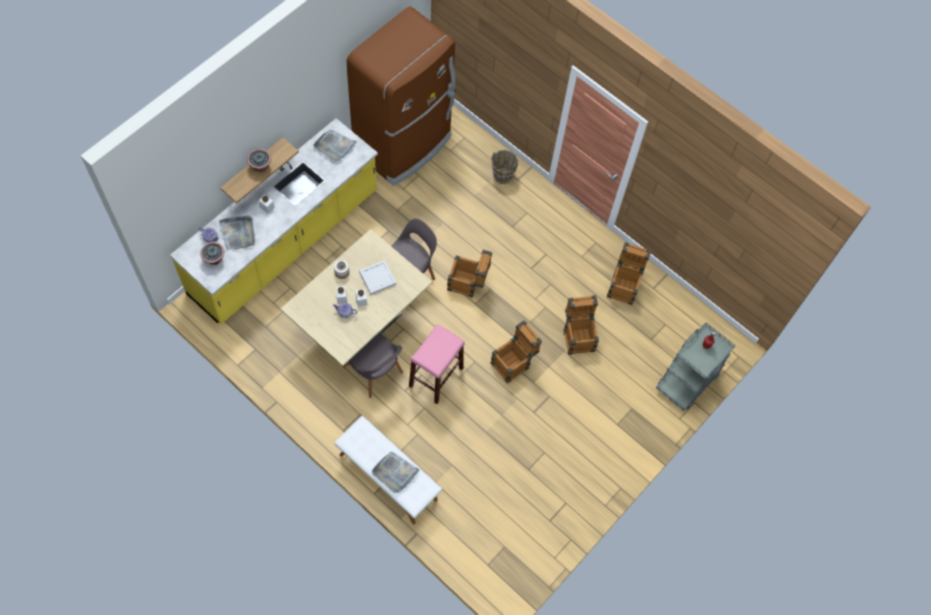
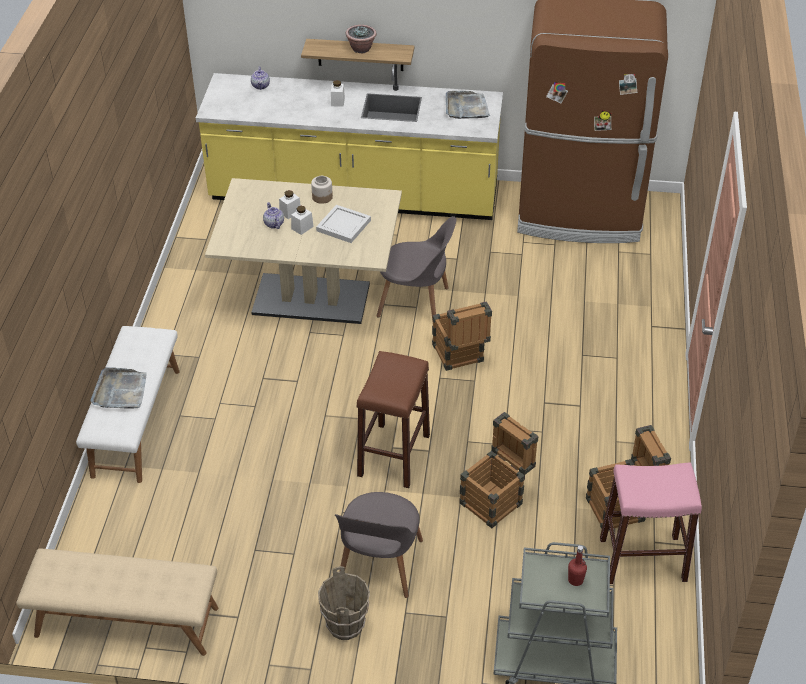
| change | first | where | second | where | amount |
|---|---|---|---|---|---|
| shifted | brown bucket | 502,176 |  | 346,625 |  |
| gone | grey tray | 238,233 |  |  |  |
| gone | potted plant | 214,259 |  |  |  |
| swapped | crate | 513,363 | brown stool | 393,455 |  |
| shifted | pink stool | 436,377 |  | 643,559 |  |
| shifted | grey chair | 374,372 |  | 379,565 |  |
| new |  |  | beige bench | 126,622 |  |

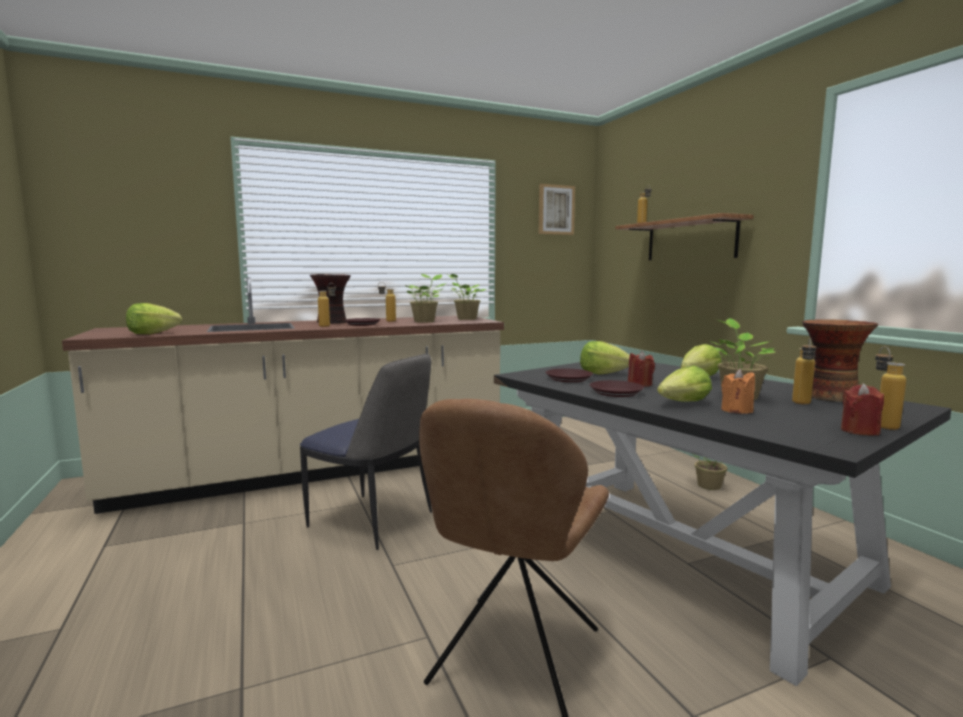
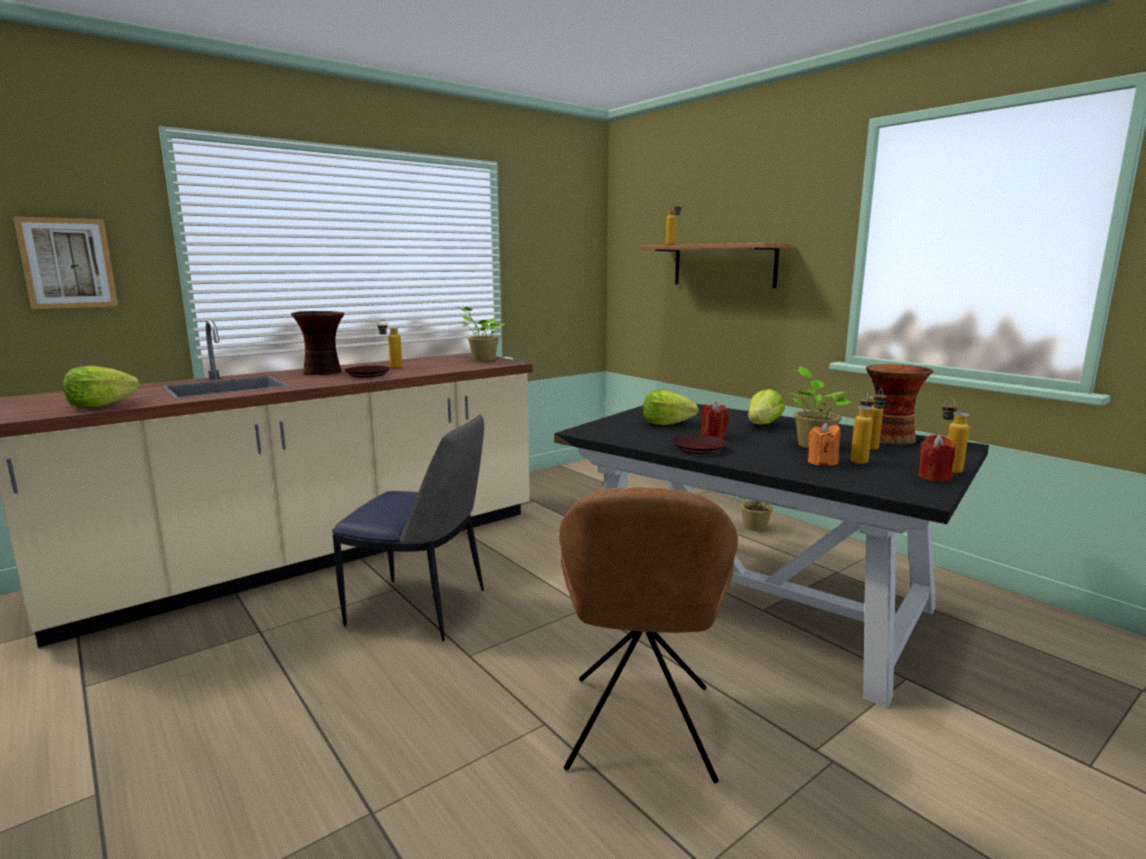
| change | first | where | second | where | amount |
|---|---|---|---|---|---|
| shifted | picture | 555,210 |  | 67,263 |  |
| gone | potted plant | 425,321 |  |  |  |
| shifted | bottle | 328,326 |  | 859,460 |  |
| gone | lettuce | 684,403 |  |  |  |
| gone | brown plate | 568,379 |  |  |  |

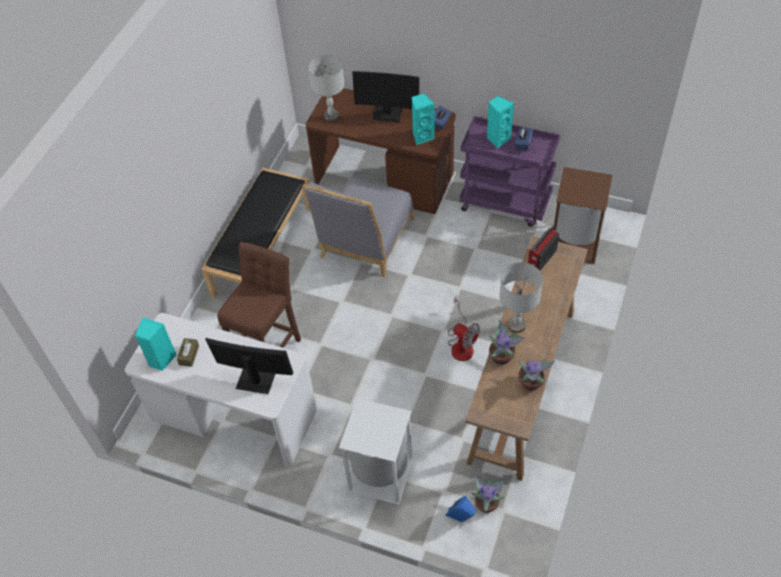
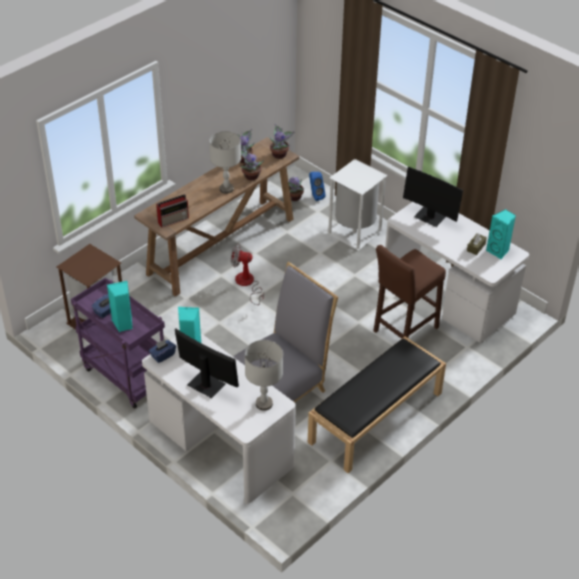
| change | first | where | second | where | amount |
|---|---|---|---|---|---|
| repainted | brown desk | 385,179 | white desk | 219,444 |  |
| rotated | fan | 461,344 |  | 247,284 | 45 degrees counterclockwise |
| new |  |  | potted plant | 280,154 |  |

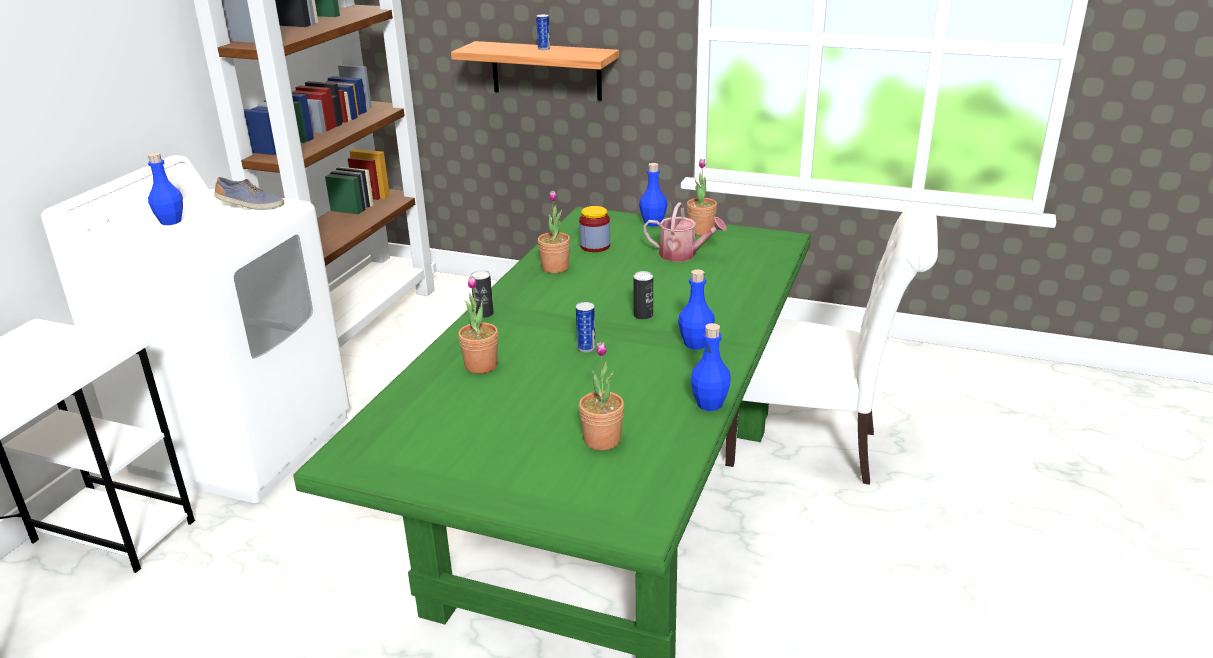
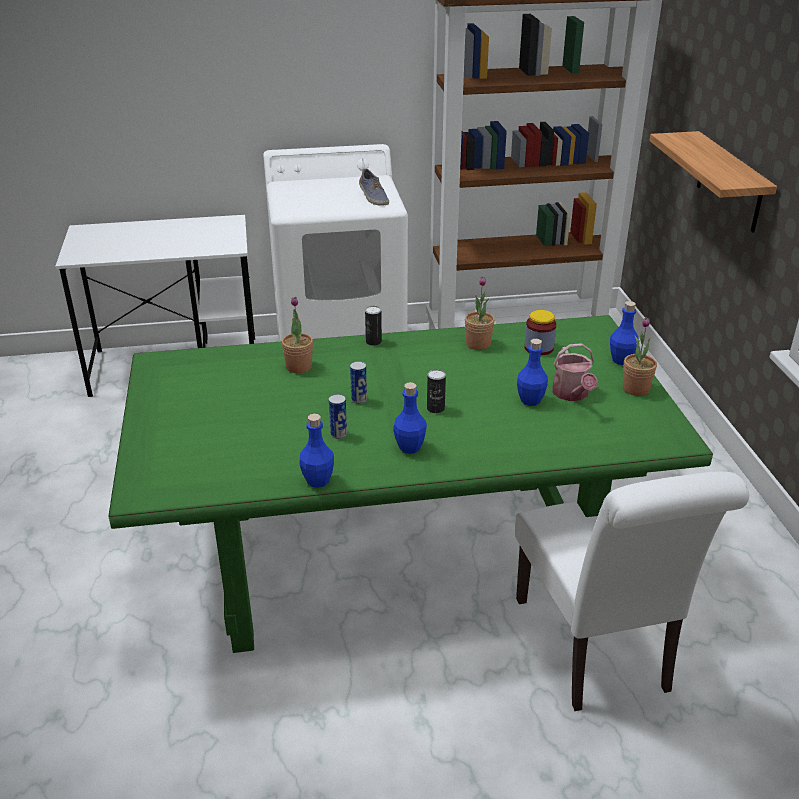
| change | first | where | second | where | amount |
|---|---|---|---|---|---|
| shifted | can | 544,49 |  | 338,434 |  |
| shifted | blue bottle | 171,221 |  | 530,400 |  |
| gone | potted plant | 602,440 |  |  |  |

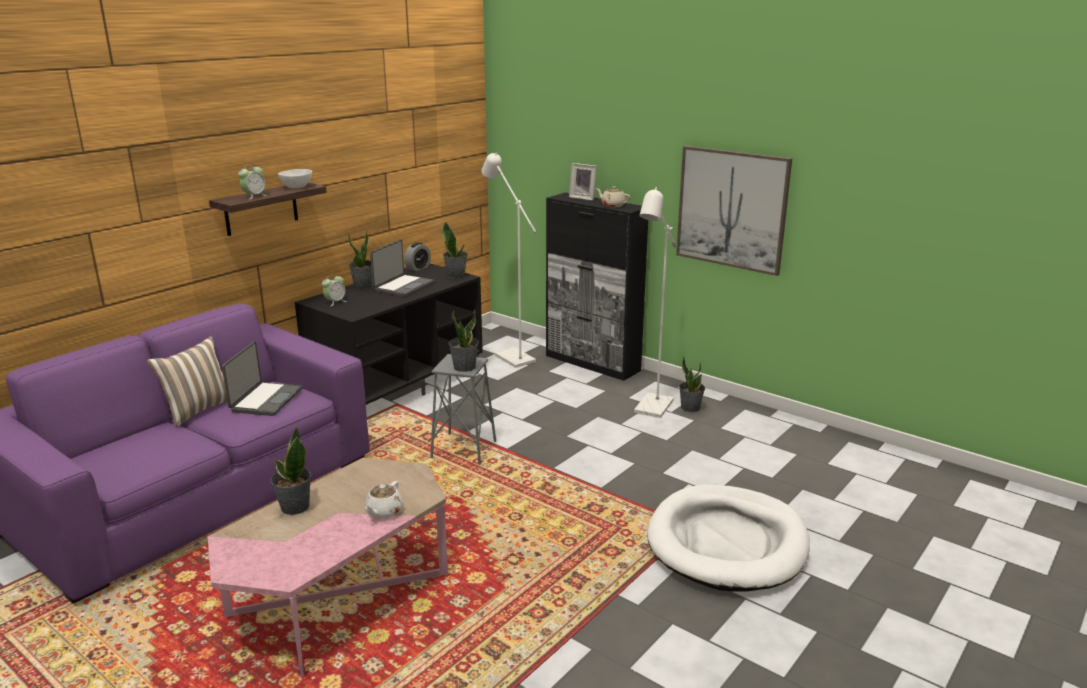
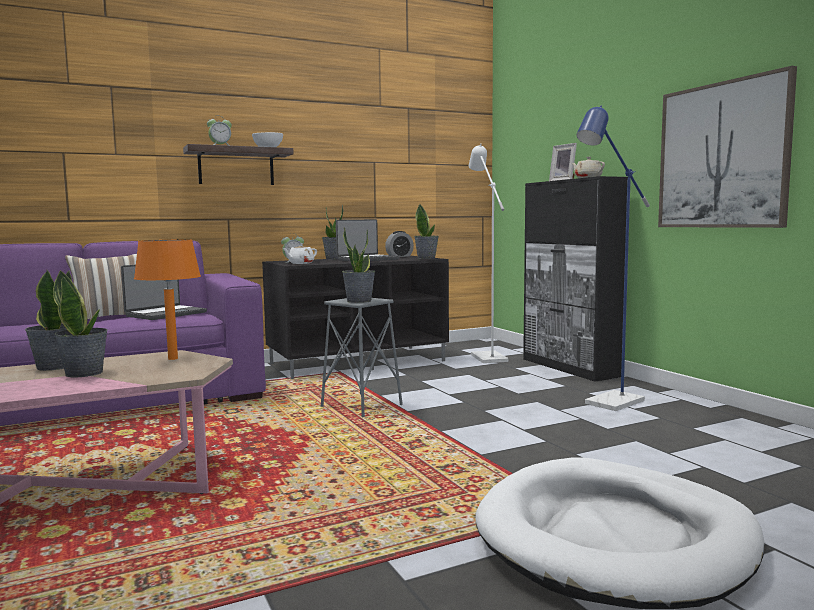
| change | first | where | second | where | amount |
|---|---|---|---|---|---|
| repainted | white floor lamp | 651,410 | blue floor lamp | 608,404 |  |
| shifted | potted plant | 690,408 |  | 85,373 |  |
| shifted | white teapot | 383,511 |  | 300,263 |  |
| new |  |  | orange table lamp | 172,358 |  |

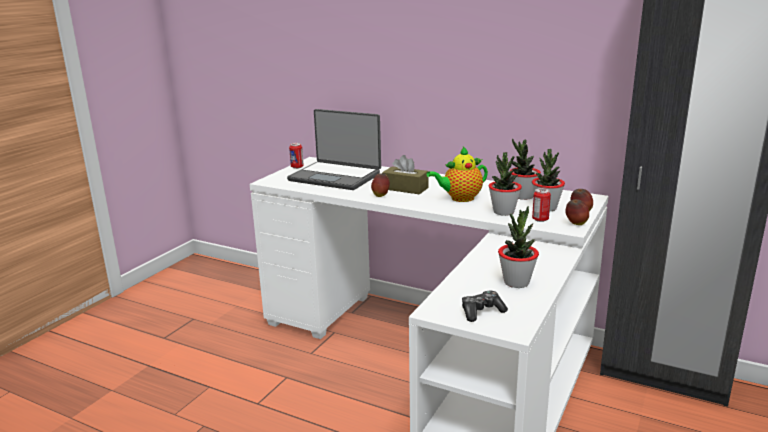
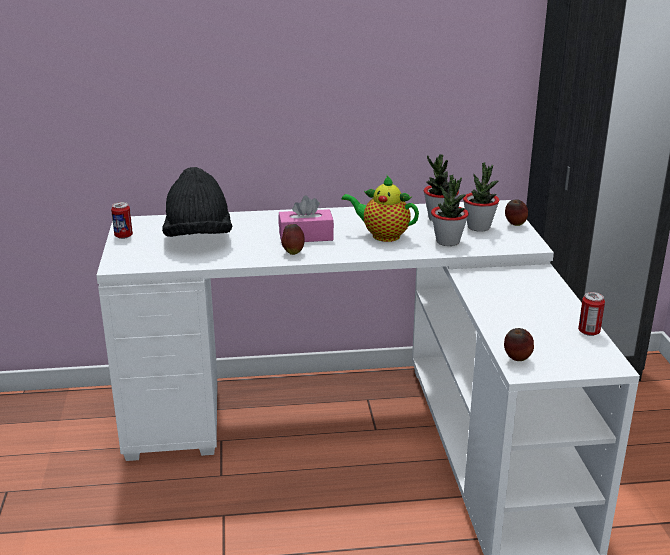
| change | first | where | second | where | amount |
|---|---|---|---|---|---|
| swapped | laptop | 336,177 | black hat | 198,239 |  |
| rotated | teapot | 460,198 |  | 382,236 | 75 degrees clockwise |
| repainted | brown tissue box | 405,188 | pink tissue box | 306,236 |  |
| shifted | can | 540,219 |  | 589,332 |  |
| shifted | apple | 576,224 |  | 516,360 |  |
| gone | potted plant | 516,282 |  |  |  |
| gone | game controller | 481,312 |  |  |  |

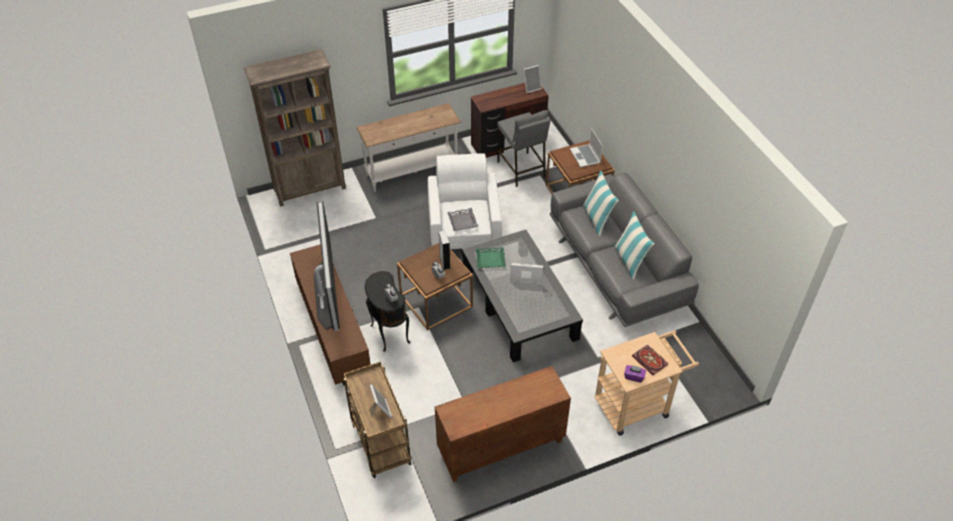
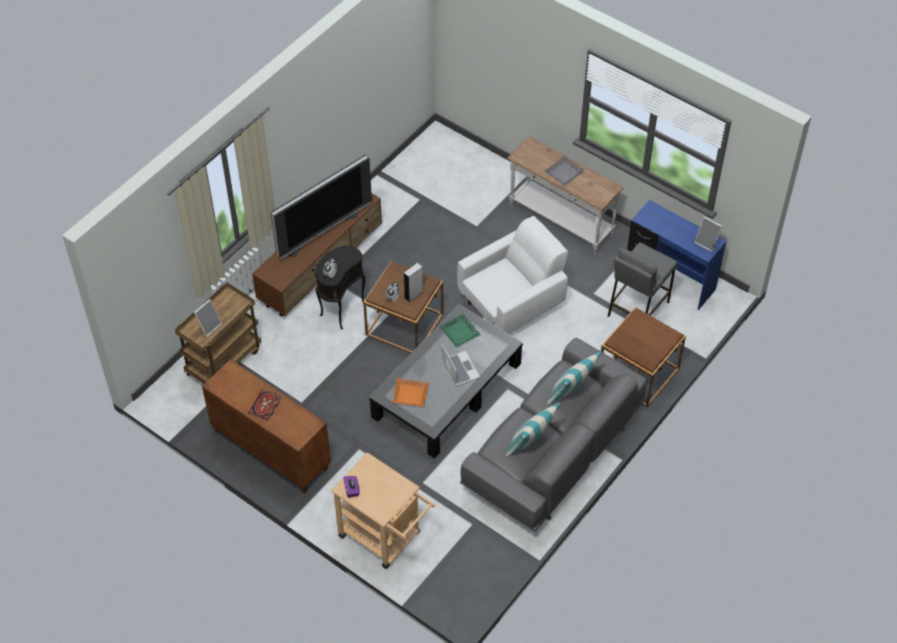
| change | first | where | second | where | amount |
|---|---|---|---|---|---|
| gone | brown bookcase | 310,189 |  |  |  |
| repainted | brown desk | 508,143 | blue desk | 669,279 |  |
| gone | laptop | 585,156 |  |  |  |
| shifted | grey tray | 463,221 |  | 564,173 |  |
| shifted | book | 650,361 |  | 265,406 |  |
| new |  |  | orange tray | 410,395 |  |

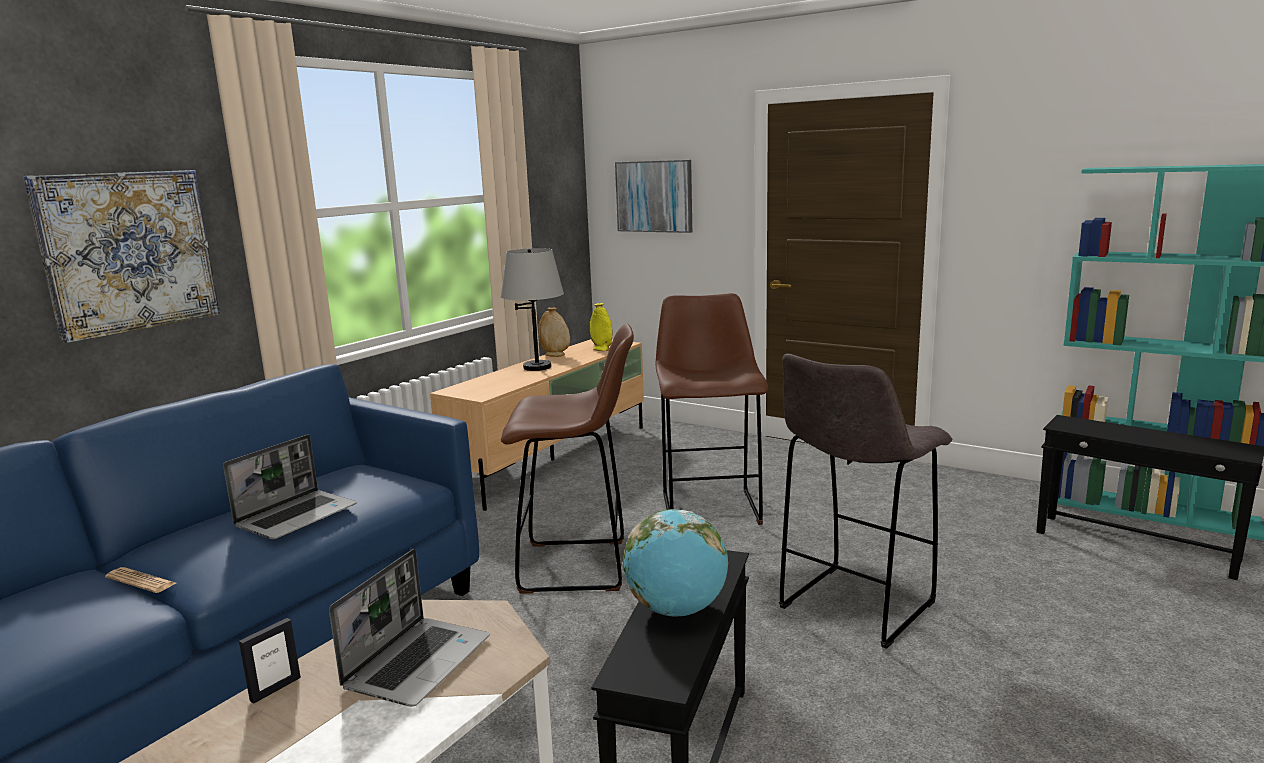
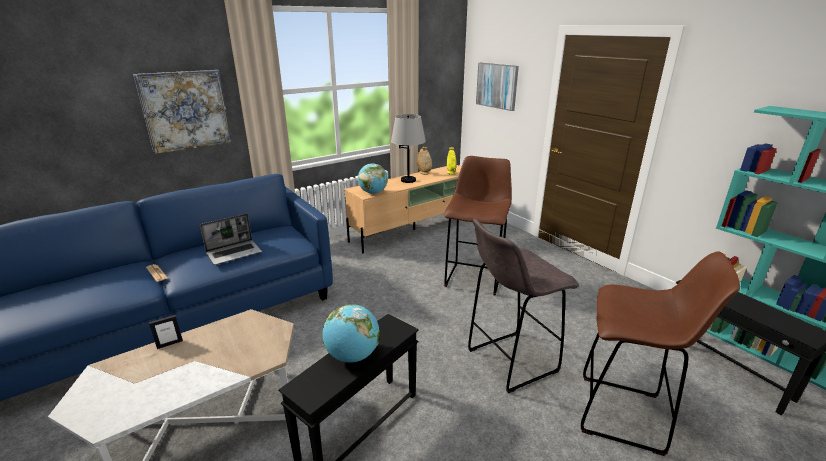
| change | first | where | second | where | amount |
|---|---|---|---|---|---|
| shifted | brown stool | 578,566 |  | 624,414 |  |
| gone | laptop | 418,662 |  |  |  |
| new |  |  | globe | 373,192 |  |

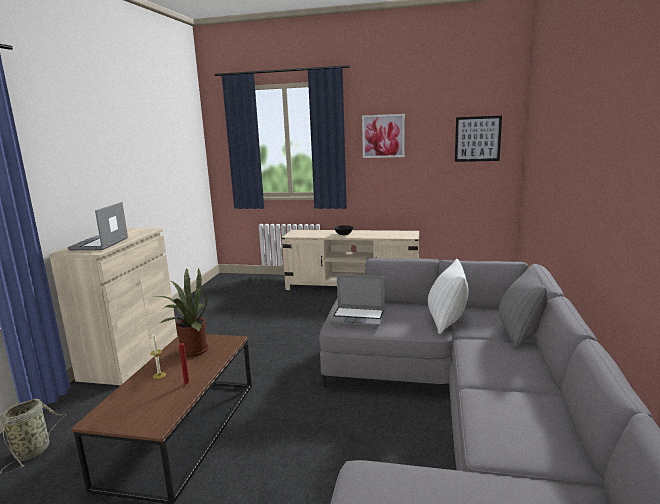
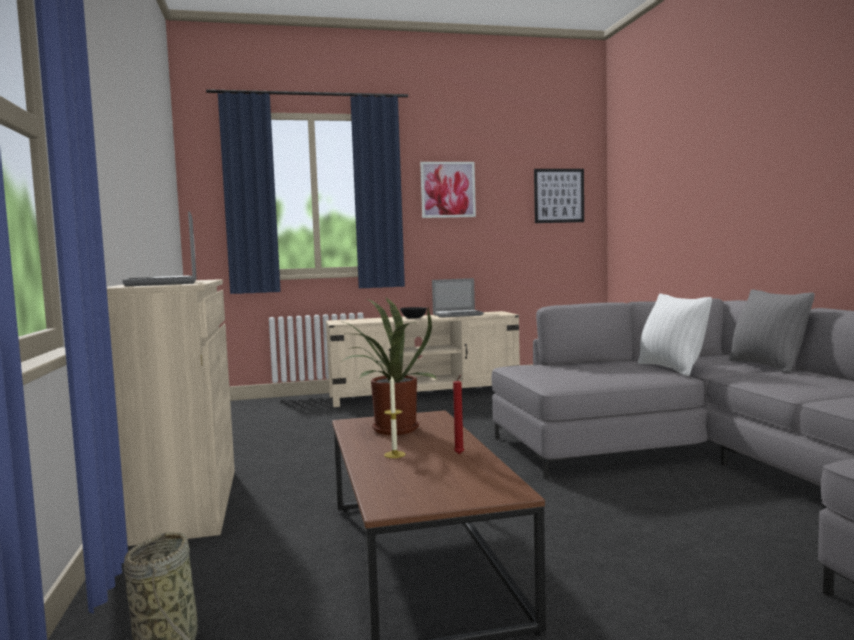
| change | first | where | second | where | amount |
|---|---|---|---|---|---|
| shifted | laptop | 358,318 |  | 458,315 |  |

